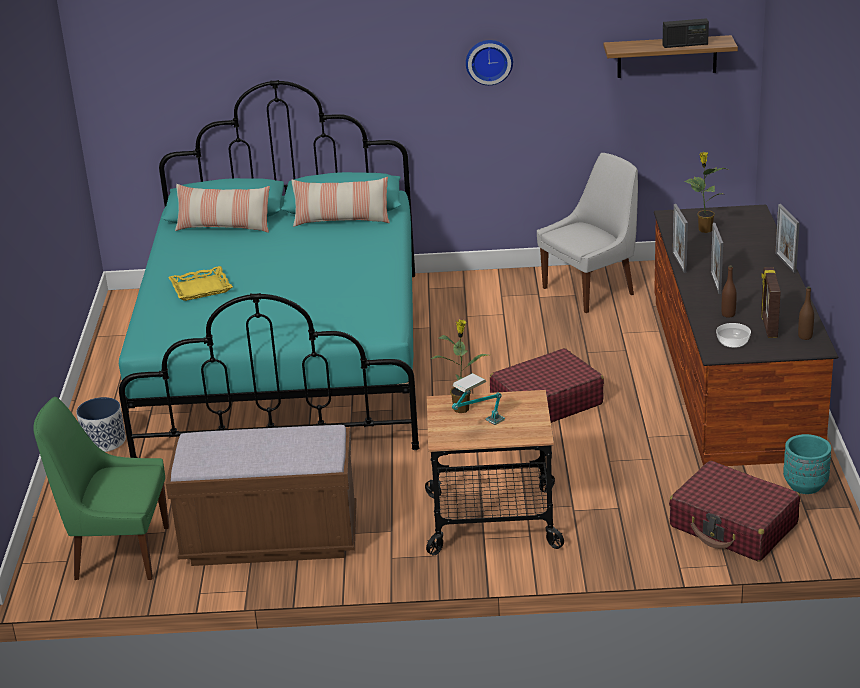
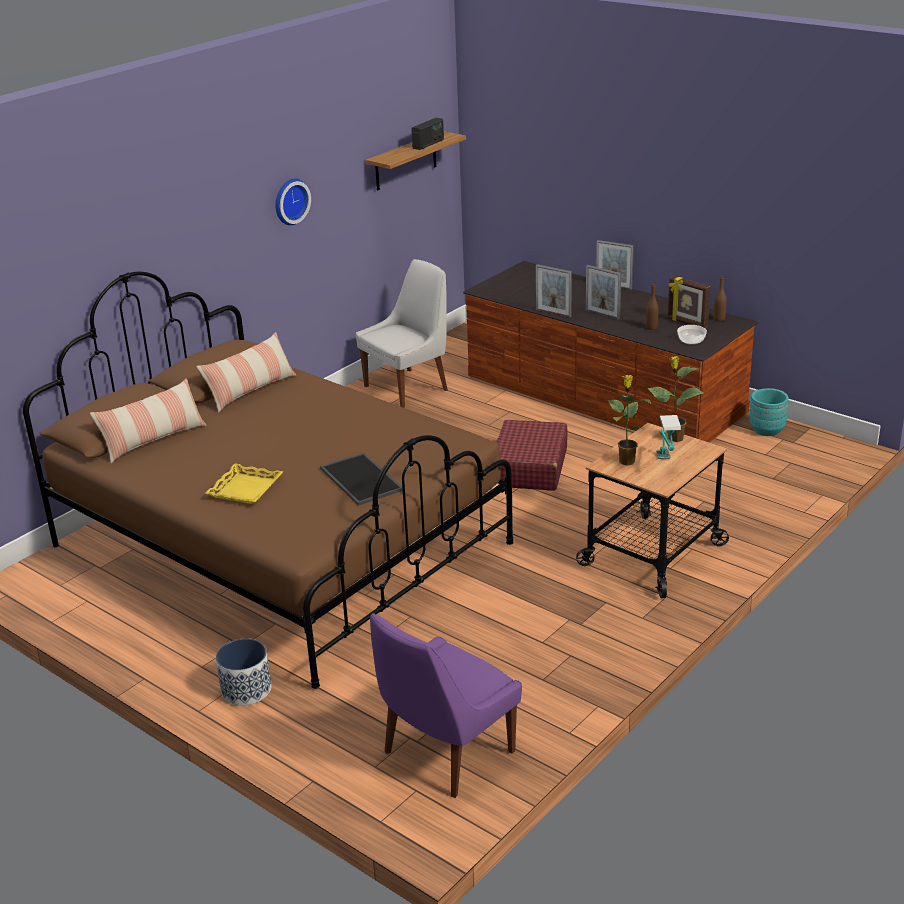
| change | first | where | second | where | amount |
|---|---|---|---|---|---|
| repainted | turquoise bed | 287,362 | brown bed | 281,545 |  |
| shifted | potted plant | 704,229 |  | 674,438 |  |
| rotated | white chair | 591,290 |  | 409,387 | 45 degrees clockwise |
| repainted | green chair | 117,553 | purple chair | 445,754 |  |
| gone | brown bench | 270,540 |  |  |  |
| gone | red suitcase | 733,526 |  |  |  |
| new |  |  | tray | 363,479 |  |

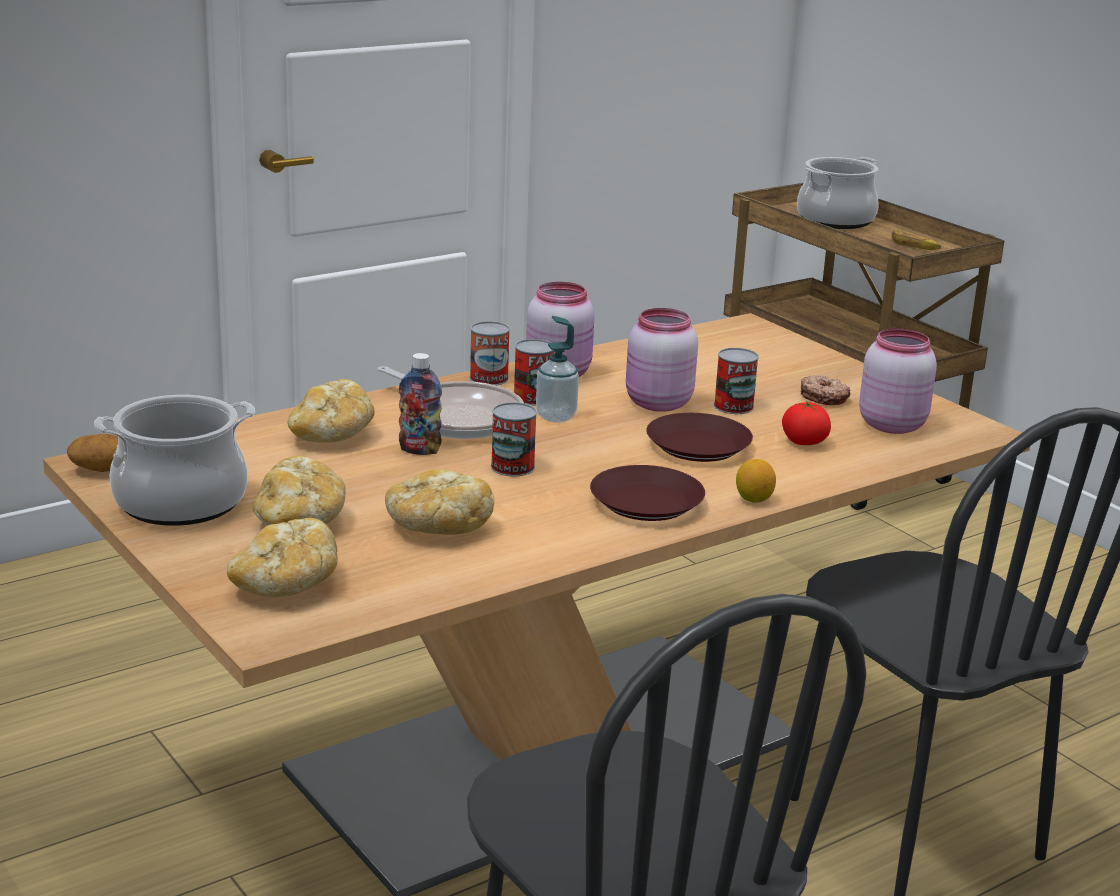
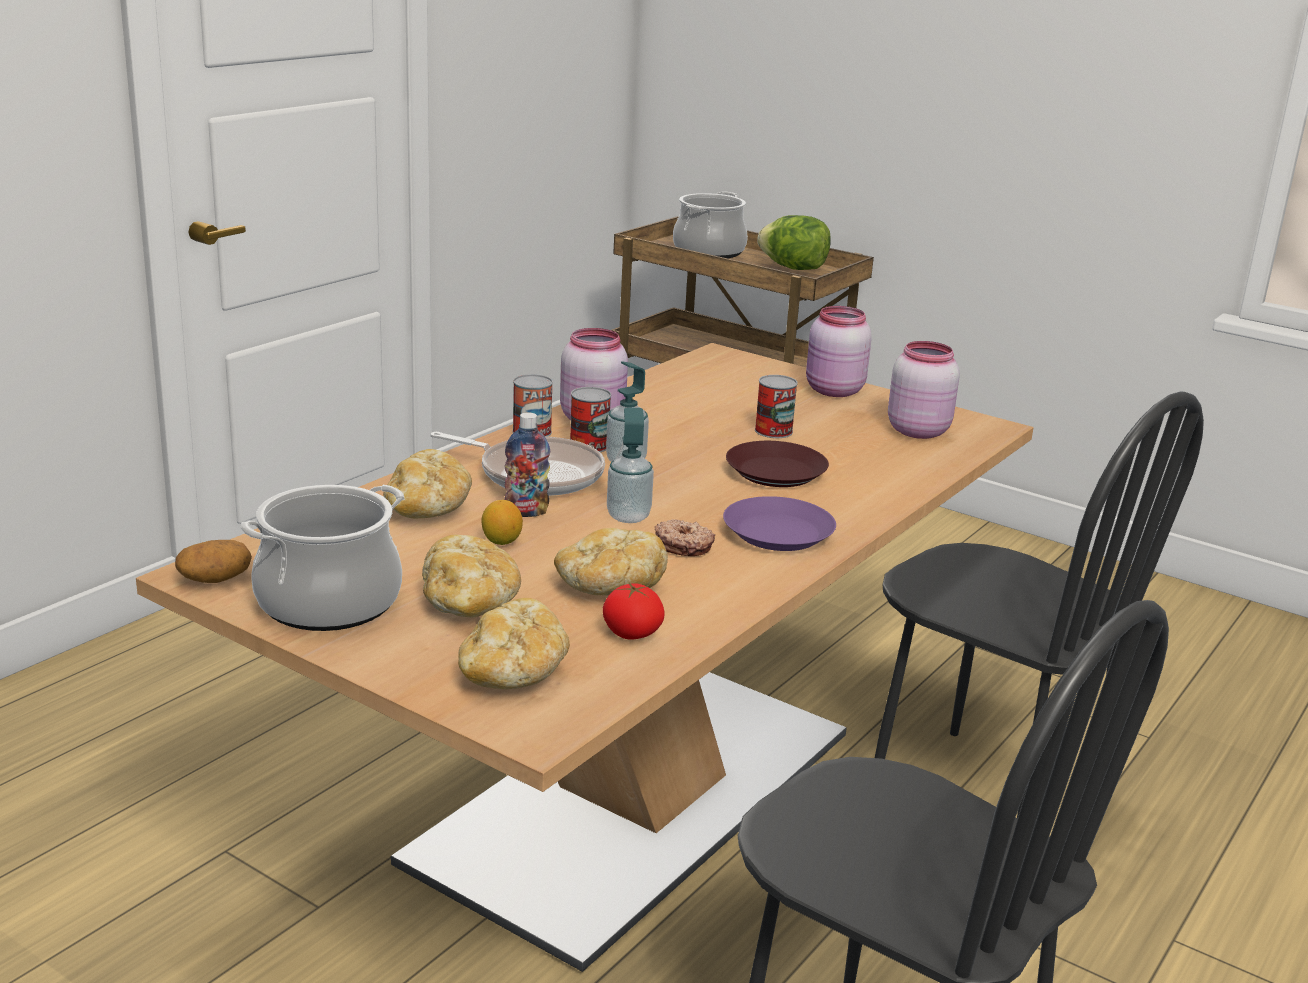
| change | first | where | second | where | amount |
|---|---|---|---|---|---|
| swapped | banana | 915,245 | lettuce | 793,268 |  |
| shifted | pink jar | 656,403 |  | 833,391 |  |
| shifted | donut | 823,397 |  | 683,546 |  |
| shifted | tomato | 804,442 |  | 632,633 |  |
| swapped | can | 512,467 | soap dispenser | 628,516 |  |
| shifted | lemon | 753,499 |  | 501,541 |  |
| repainted | brown plate | 646,503 | purple plate | 778,534 |  |

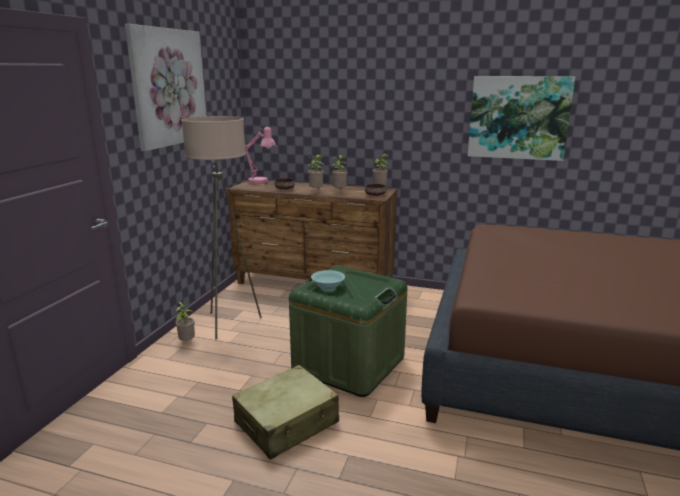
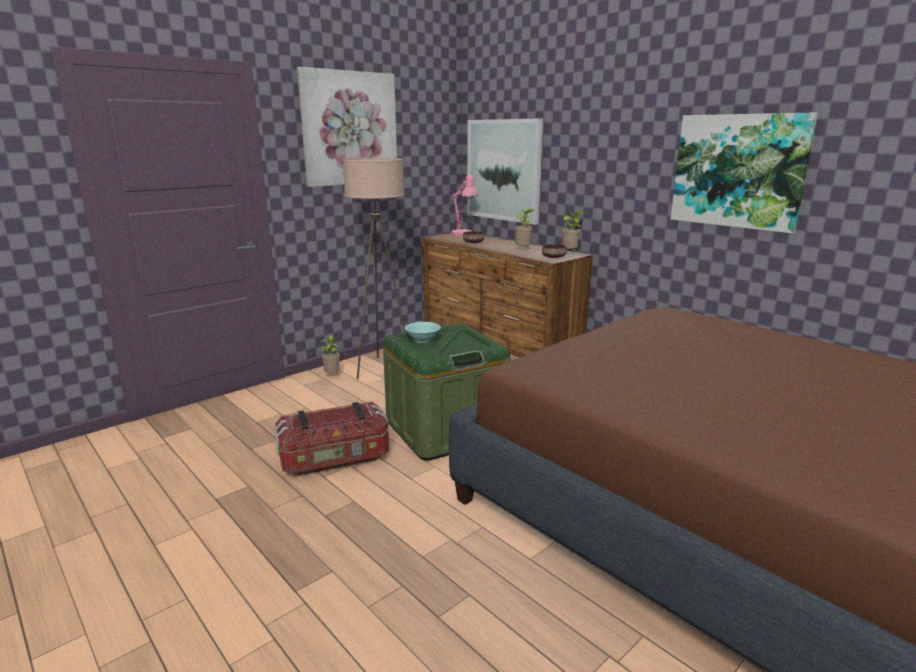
| change | first | where | second | where | amount |
|---|---|---|---|---|---|
| gone | potted plant | 316,191 |  |  |  |
| swapped | beige suitcase | 287,423 | storage box | 335,459 |  |
| new |  |  | picture | 503,170 |  |

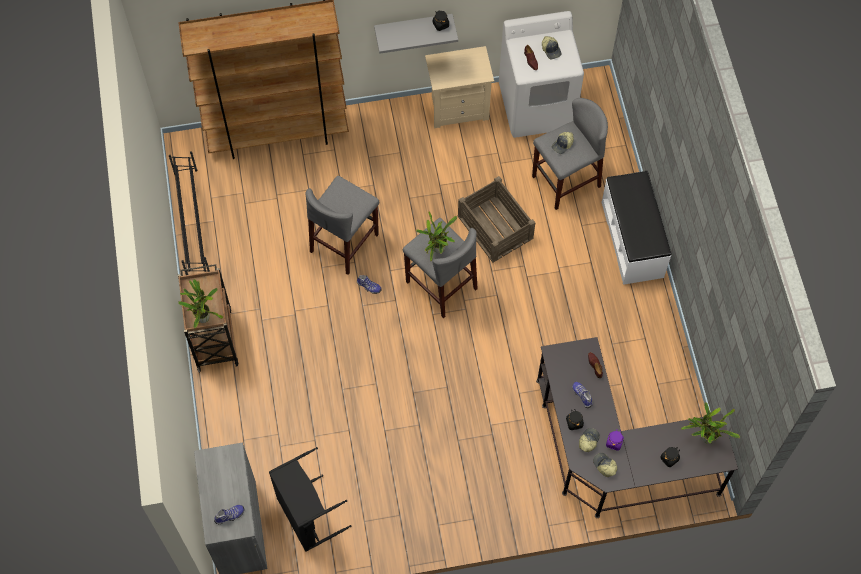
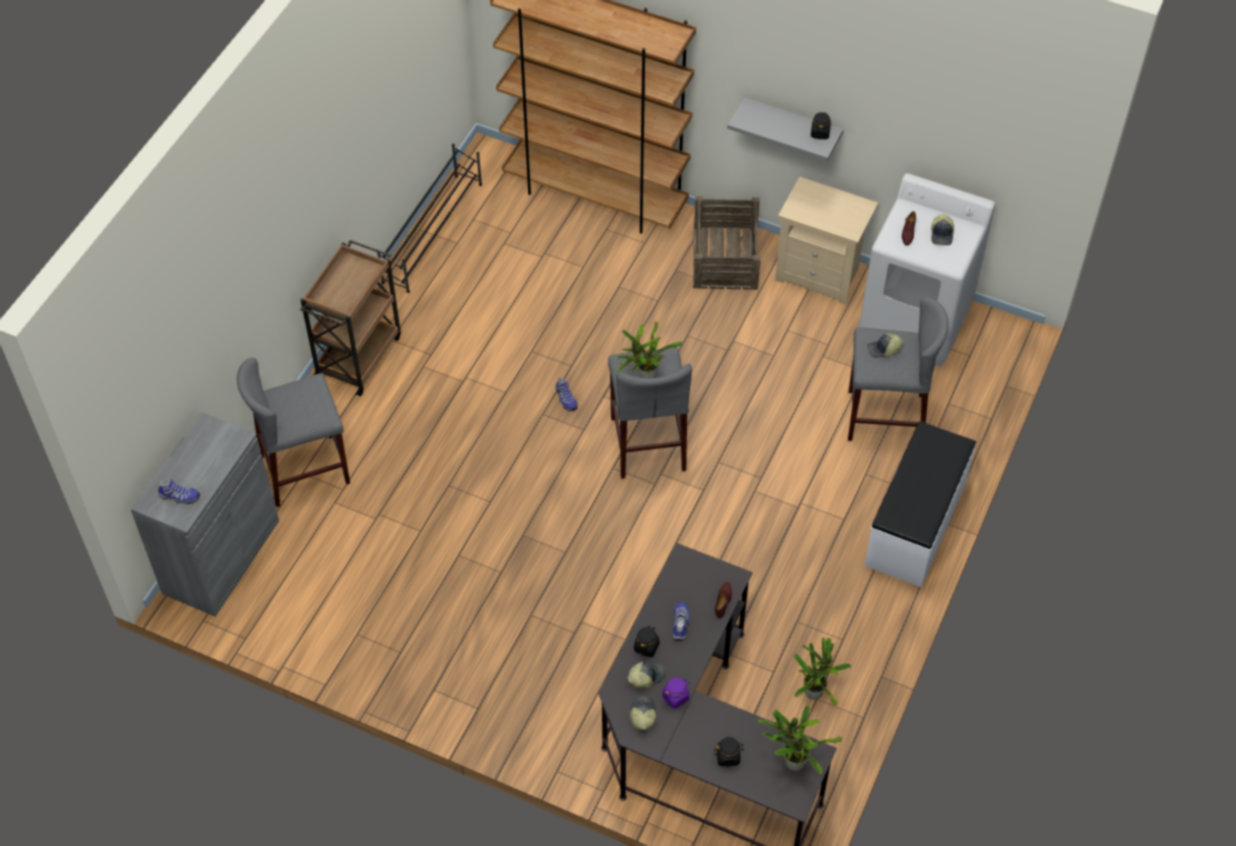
| change | first | where | second | where | amount |
|---|---|---|---|---|---|
| shifted | grey stool | 344,243 |  | 305,470 |  |
| shifted | crate | 495,226 |  | 726,257 |  |
| shifted | potted plant | 203,316 |  | 815,691 |  |
| gone | black laundry basket | 306,516 |  |  |  |

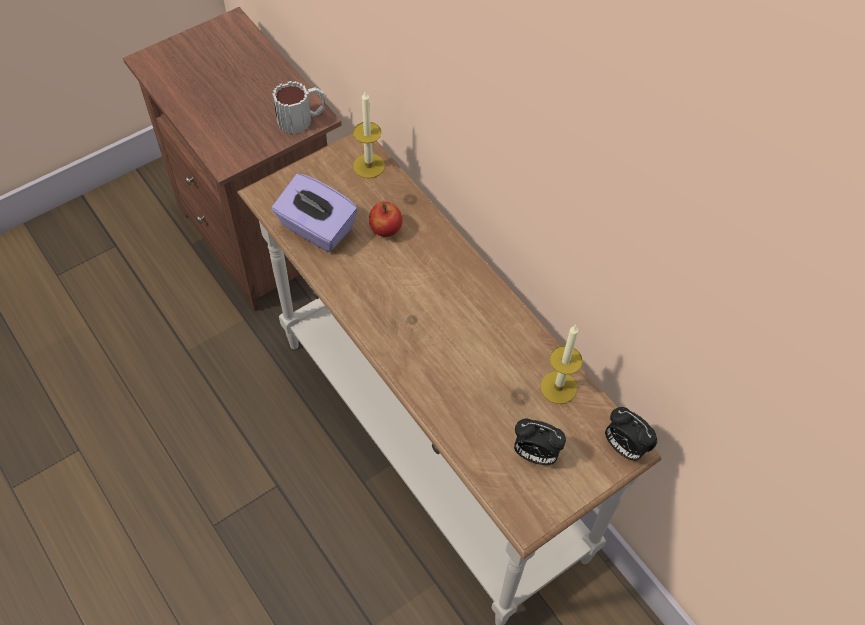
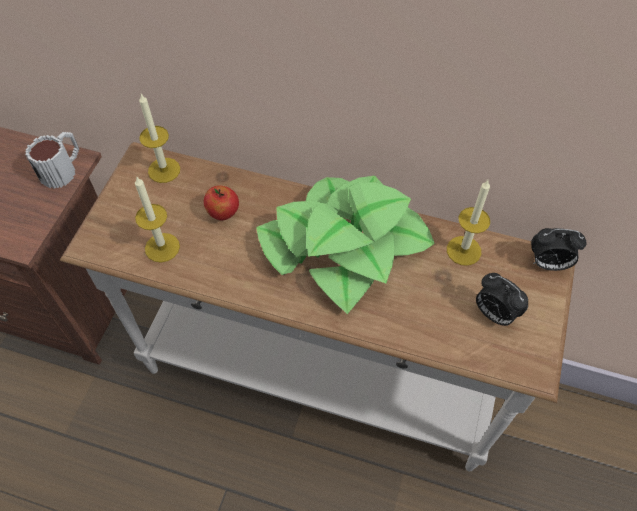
| change | first | where | second | where | amount |
|---|---|---|---|---|---|
| swapped | purple tissue box | 316,228 | candle | 162,247 |  |
| rotated | alarm clock | 535,454 |  | 494,313 | 60 degrees clockwise |
| new |  |  | potted plant | 343,246 |  |

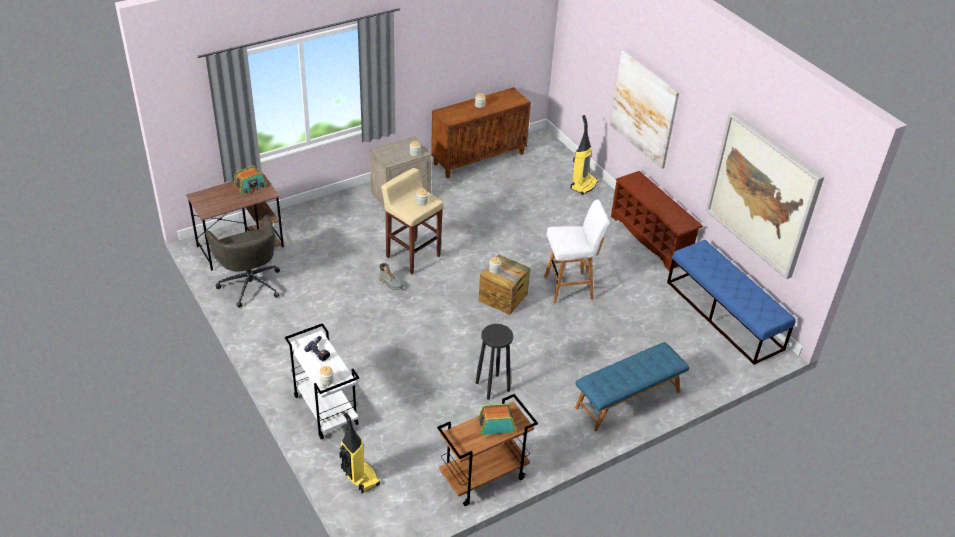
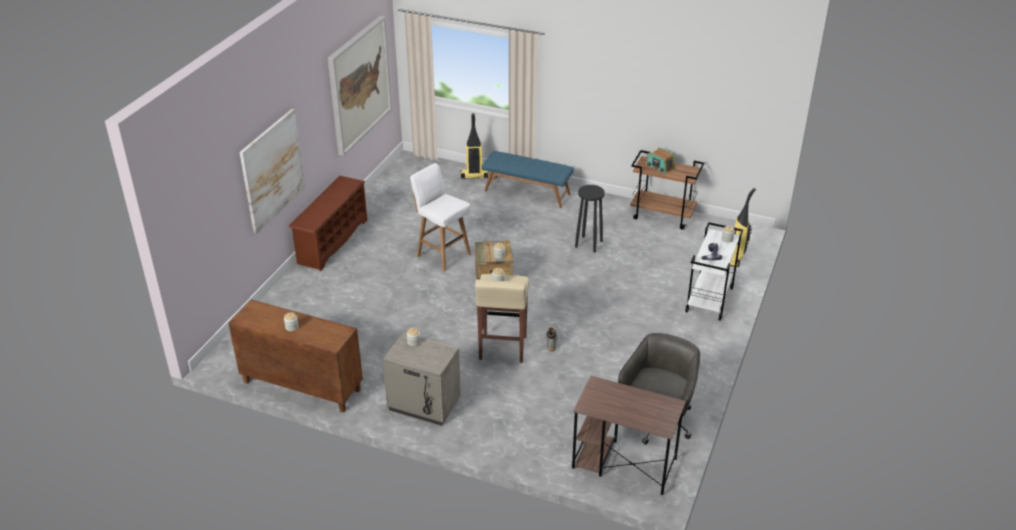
| change | first | where | second | where | amount |
|---|---|---|---|---|---|
| shifted | vacuum cleaner | 583,185 |  | 474,176 |  |
| gone | radio | 250,186 |  |  |  |
| gone | blue bench | 724,315 |  |  |  |

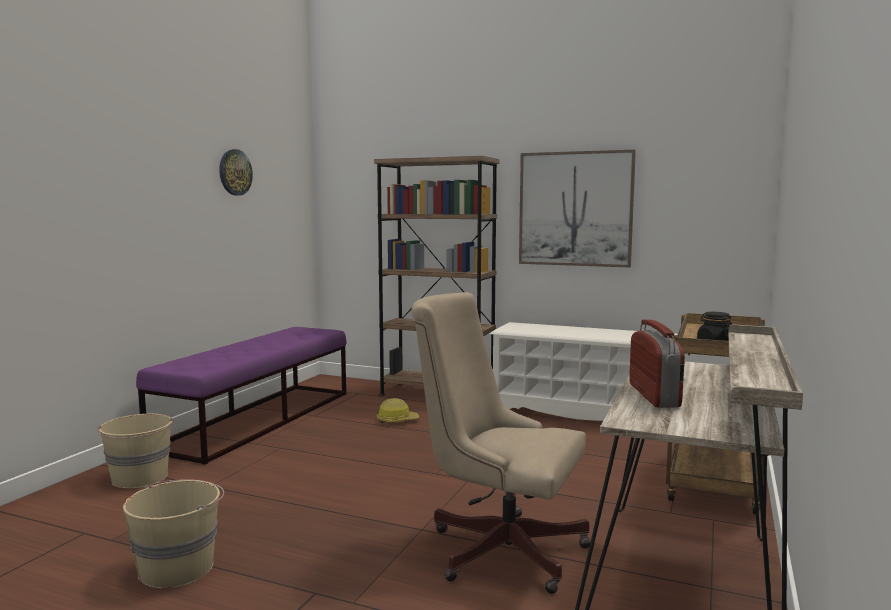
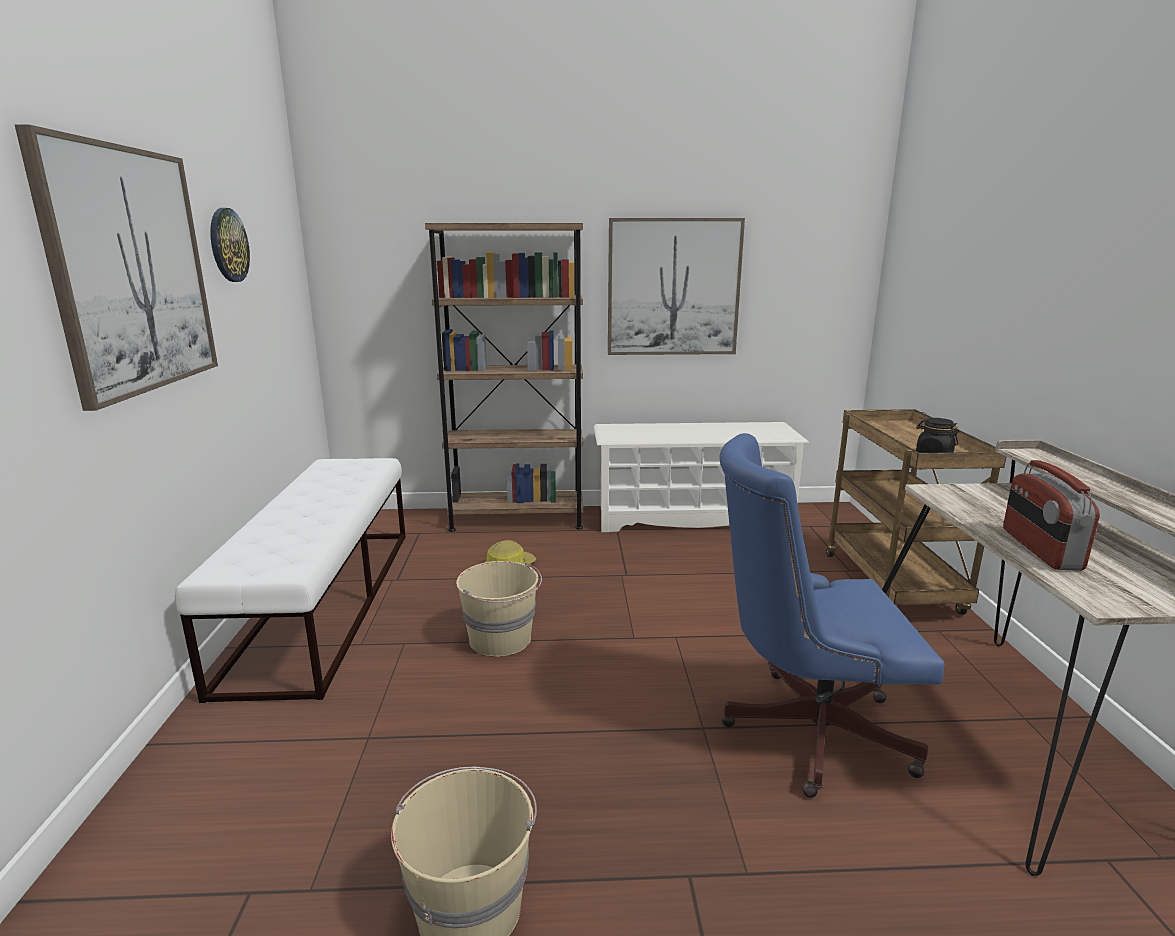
| change | first | where | second | where | amount |
|---|---|---|---|---|---|
| repainted | beige office chair | 497,547 | blue office chair | 804,729 |  |
| rotated | radio | 654,395 |  | 1039,549 | 150 degrees counterclockwise |
| repainted | purple bench | 258,419 | white bench | 325,601 |  |
| shifted | beige bucket | 140,478 |  | 501,639 |  |
| new |  |  | picture | 132,271 |  |

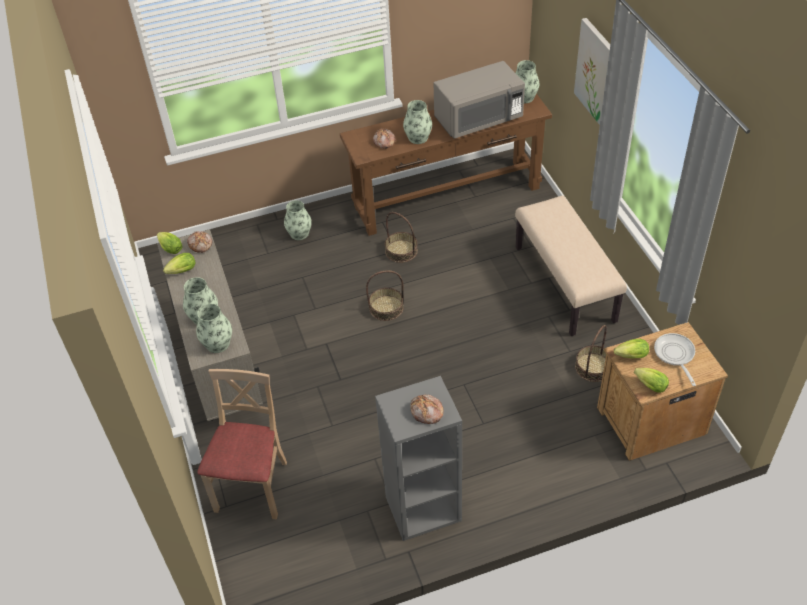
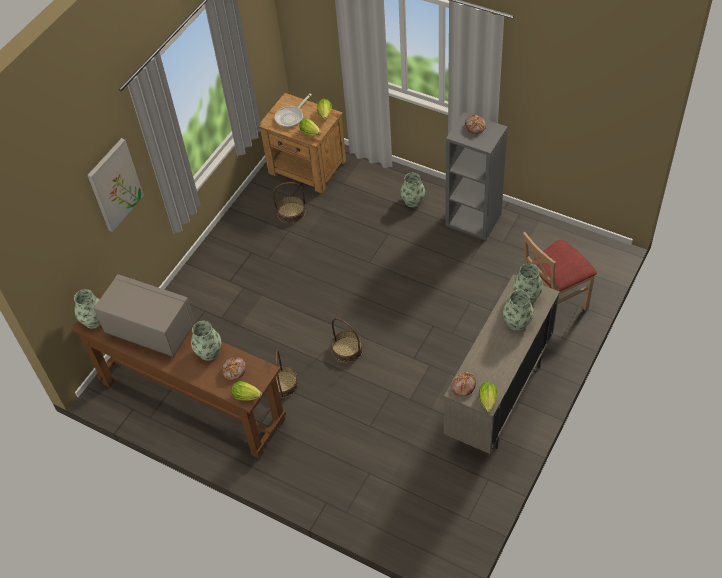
| change | first | where | second | where | amount |
|---|---|---|---|---|---|
| gone | beige bench | 565,284 |  |  |  |
| shifted | vase | 299,233 |  | 413,201 |  |
| shifted | lettuce | 181,272 |  | 248,396 |  |

